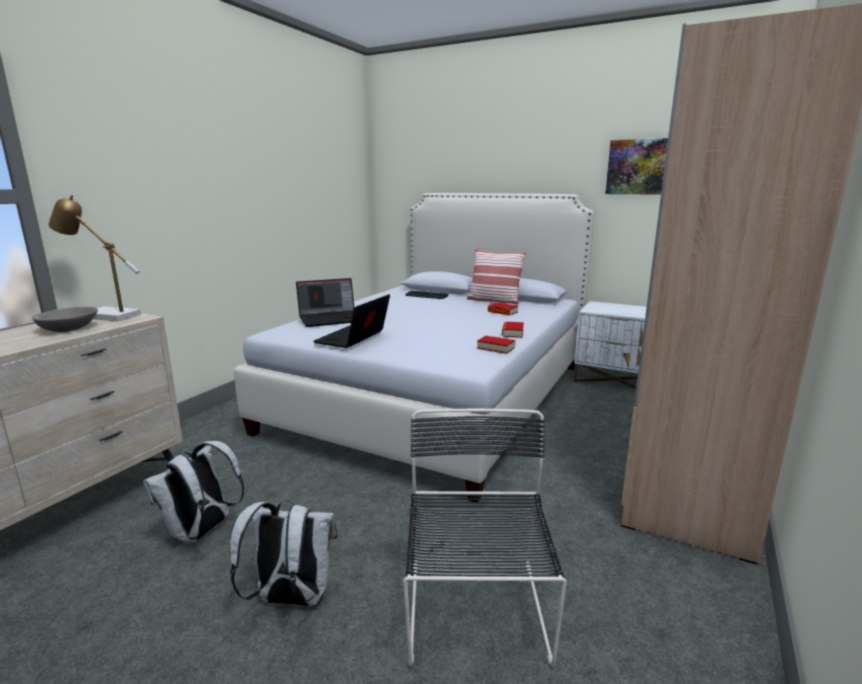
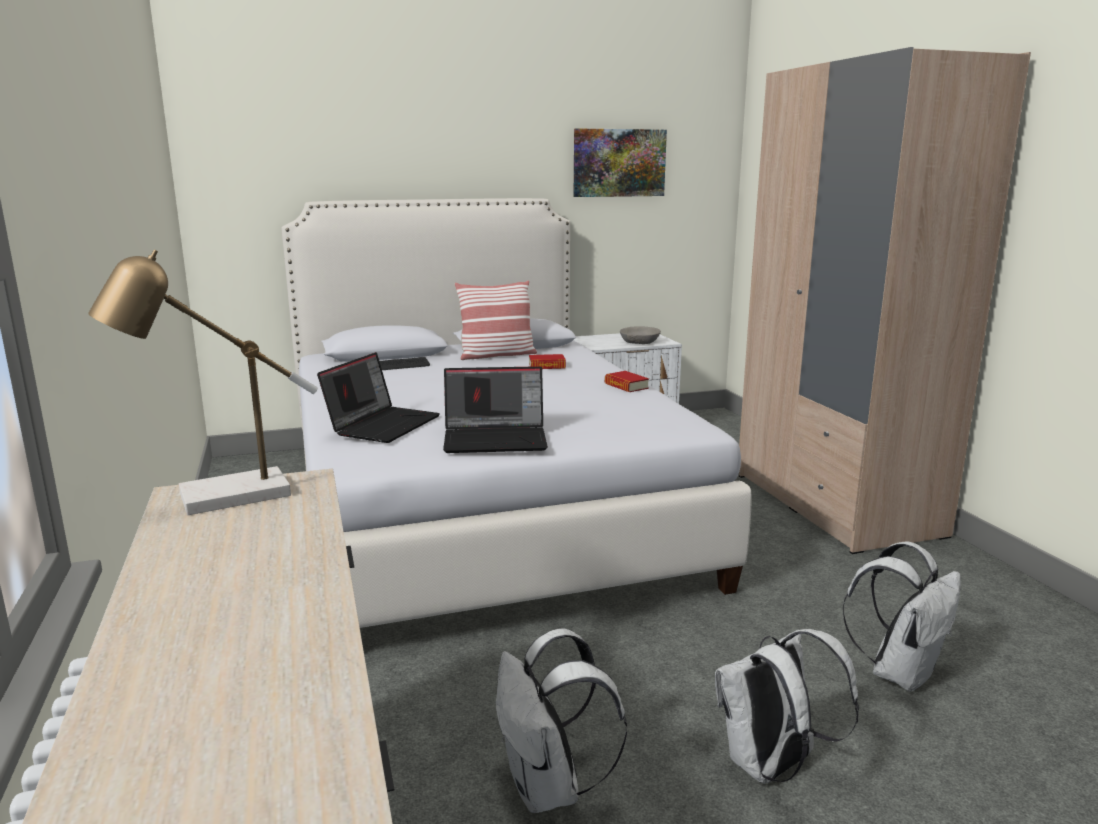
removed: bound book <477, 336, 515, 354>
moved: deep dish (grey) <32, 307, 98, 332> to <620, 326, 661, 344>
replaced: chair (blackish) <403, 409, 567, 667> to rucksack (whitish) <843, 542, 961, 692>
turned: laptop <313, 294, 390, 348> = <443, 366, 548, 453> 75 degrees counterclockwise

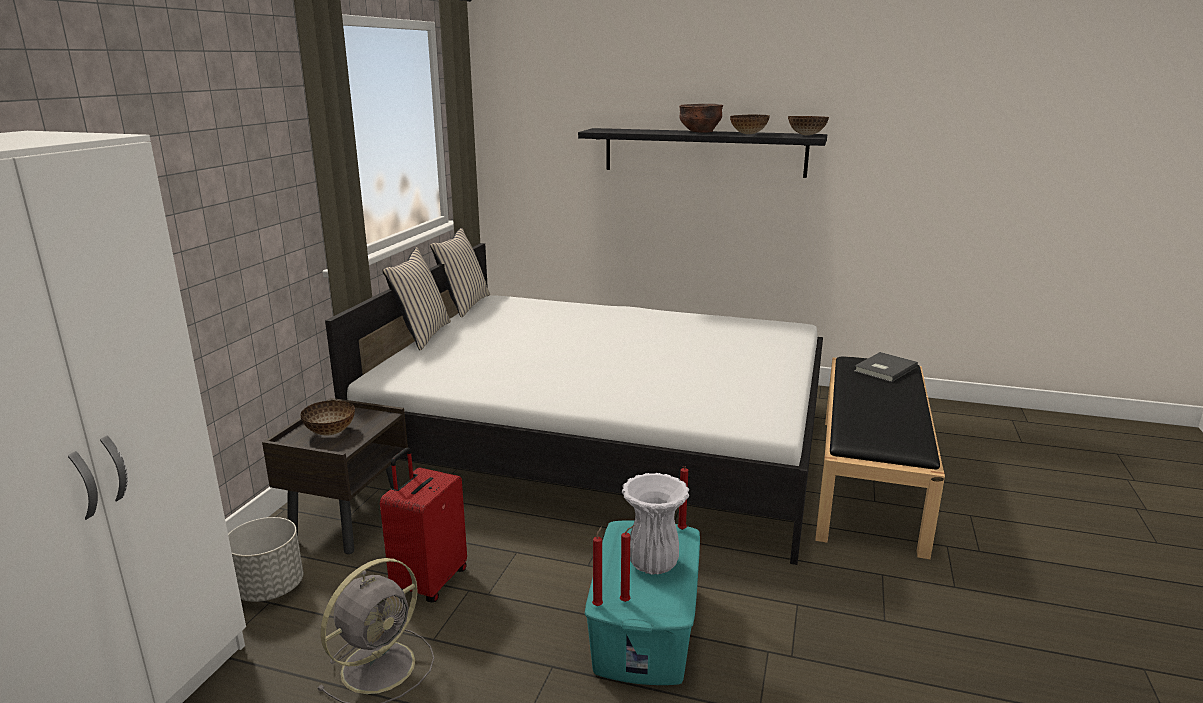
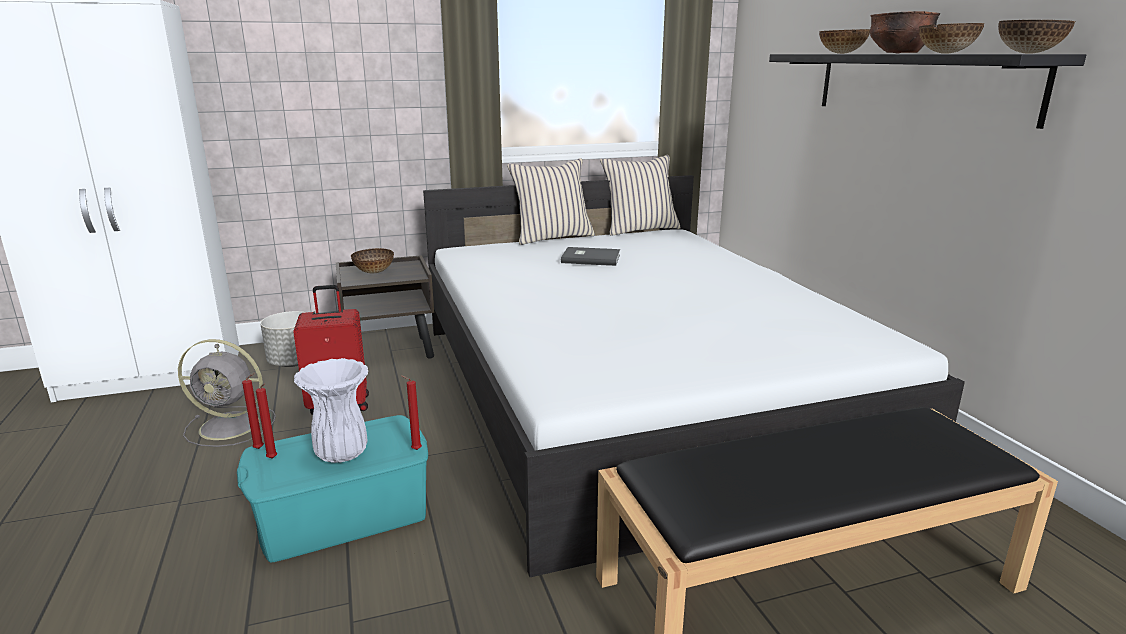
added: deep dish <819, 29, 870, 54>
moved: bound book (grey) <854, 352, 918, 382> to <561, 247, 620, 266>

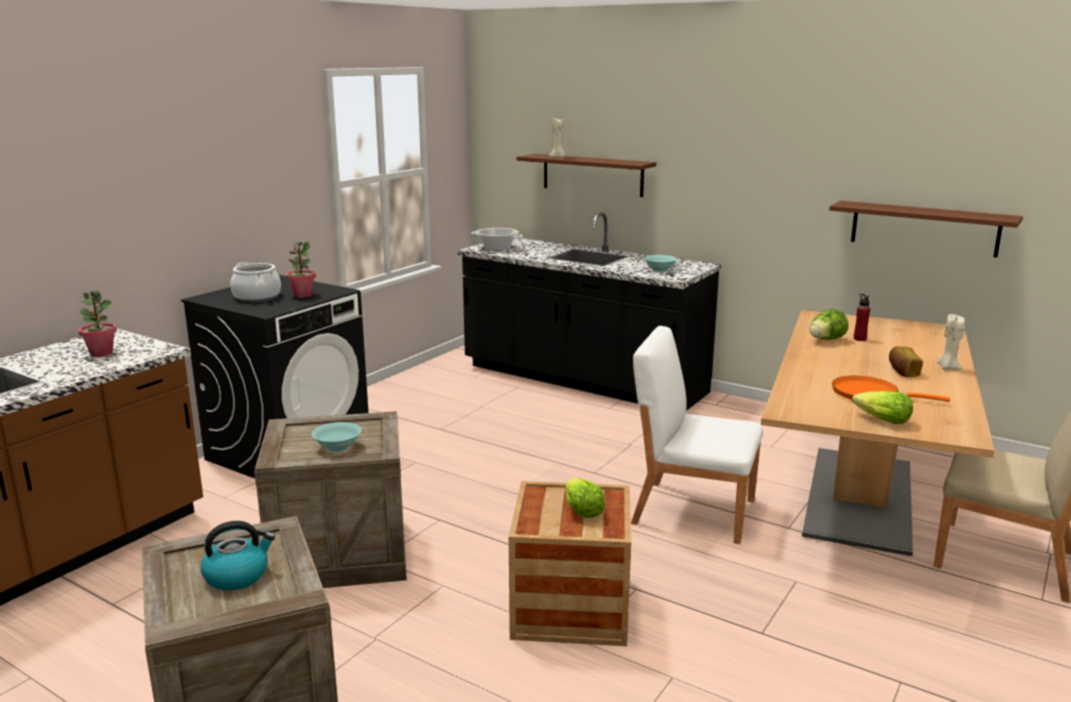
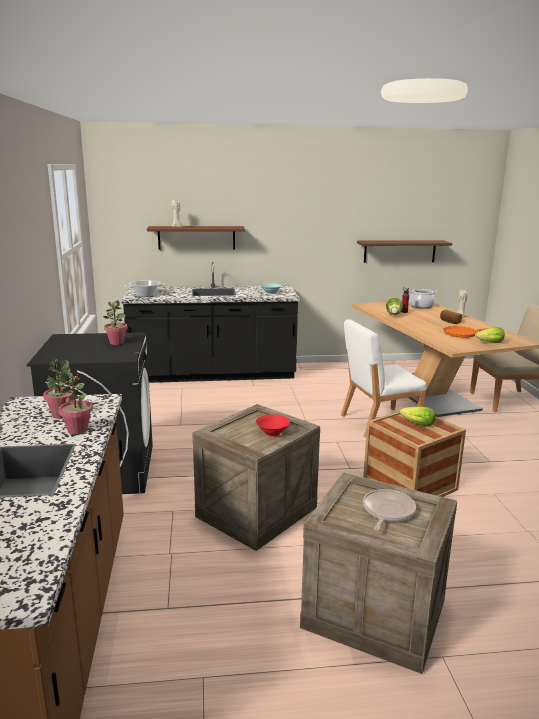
added: houseplant <58, 373, 93, 434>
moved: saucepot <230, 262, 281, 302> to <409, 289, 437, 309>
replaced: kettle <201, 521, 275, 590> to skillet <363, 489, 416, 531>
recoloured: deep dish (blue-green) <312, 422, 361, 453> to deep dish (reddish) <256, 414, 290, 436>

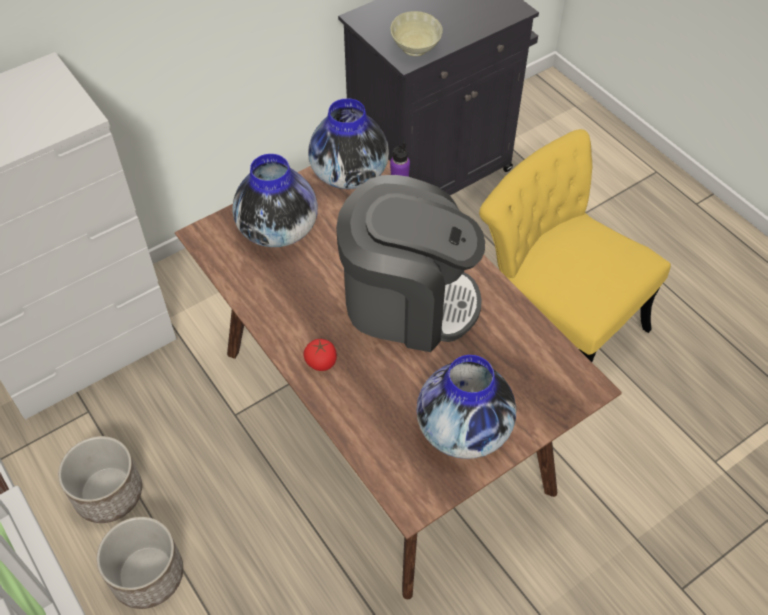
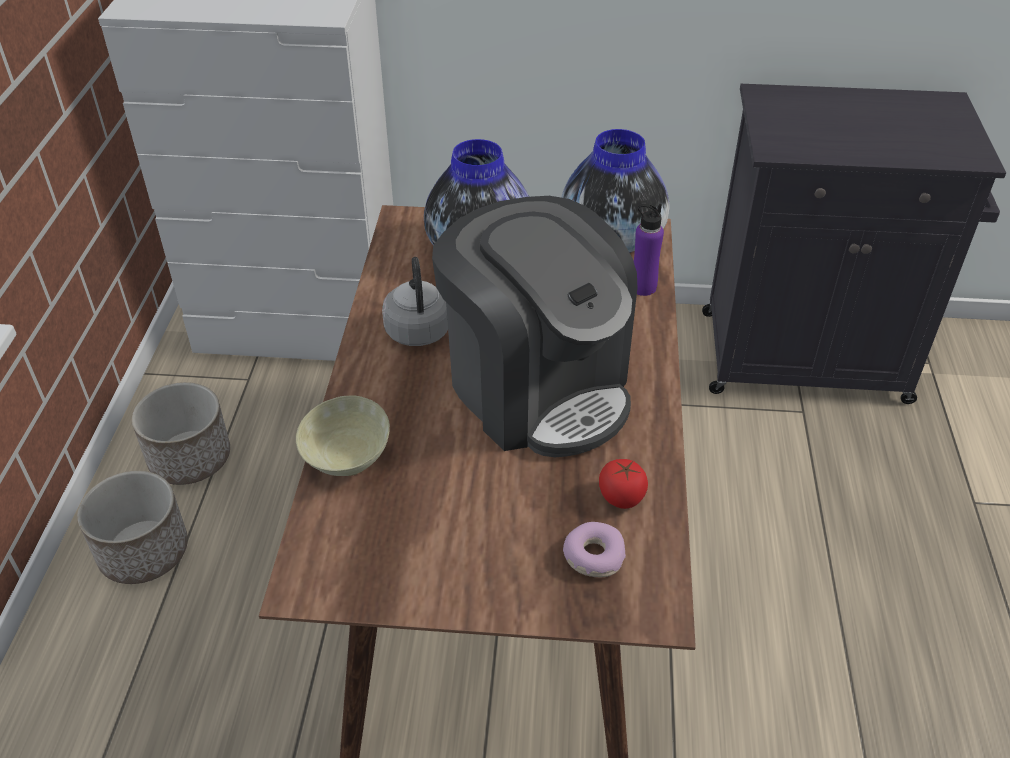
removed: decorative vase <416, 355, 516, 459>; chair (yellow-coloured) <479, 129, 671, 362>
added: kettle (grey) <382, 257, 448, 346>; ring doughnut <563, 522, 626, 577>
moved: fresh tomato <304, 339, 337, 371> to <599, 459, 648, 509>; deep dish (sand-coloured) <390, 11, 443, 56> to <296, 395, 390, 476>

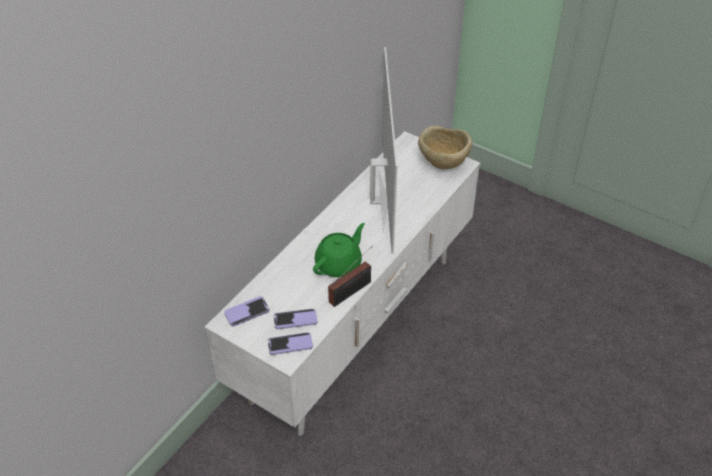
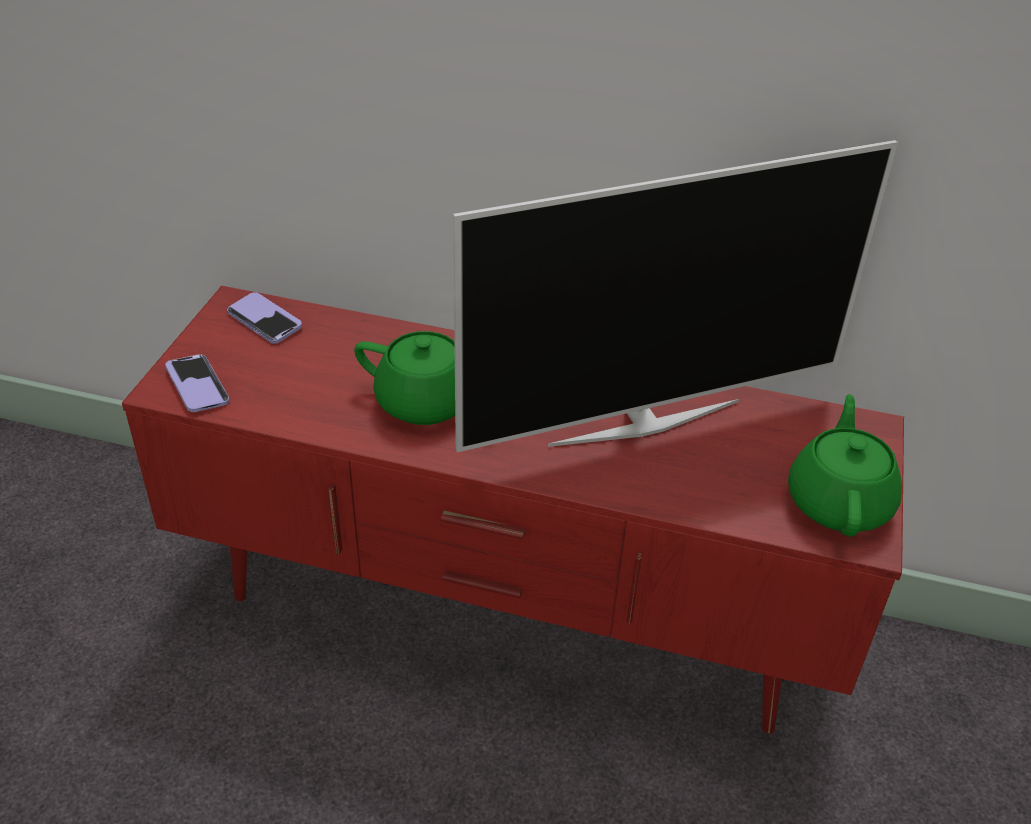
removed: handset <273, 309, 317, 329>; radio <328, 246, 372, 307>
replaced: deep dish (sand-coloured) <418, 126, 473, 169> to pot for tea (green) <788, 394, 902, 536>
recoloured: tv stand (whitish) <204, 131, 480, 436> to tv stand (reddish) <122, 286, 904, 734>

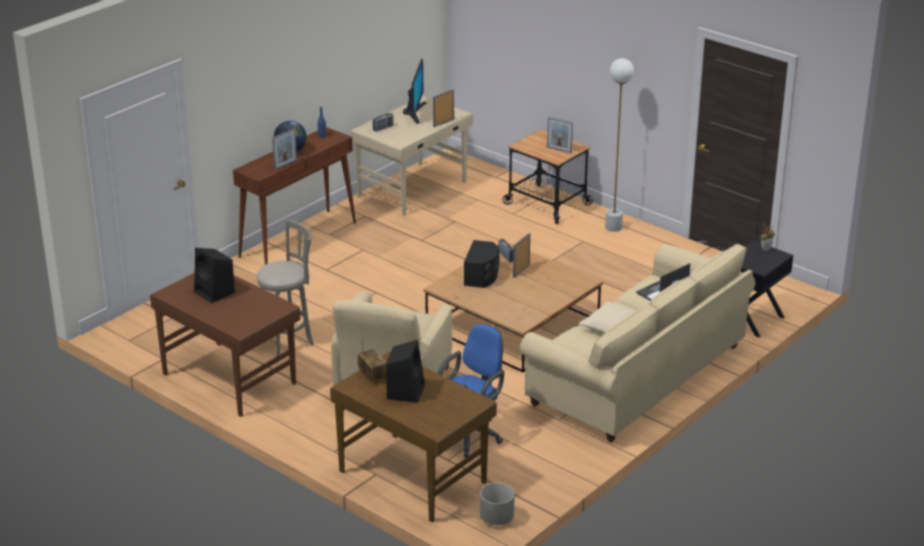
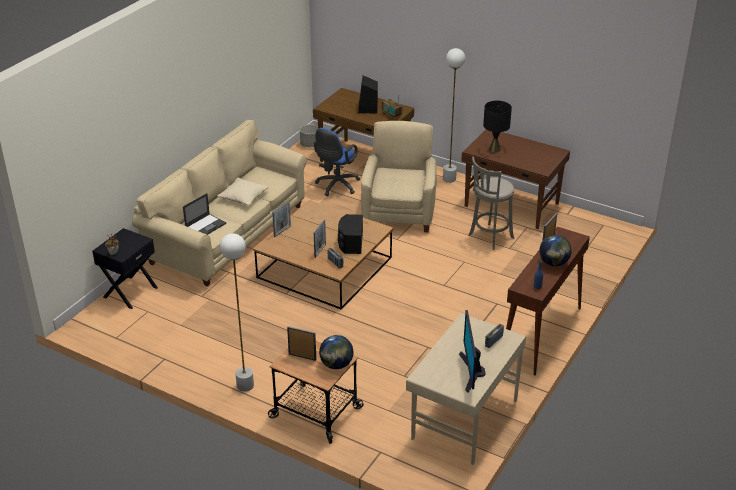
removed: audio speaker (blackish) <194, 248, 235, 303>
added: globe <319, 335, 353, 369>; standing lamp (whitish) <443, 48, 465, 183>; tabletop lamp (blackish) <483, 101, 512, 153>
moved: standing frame <433, 89, 454, 127> to <272, 201, 291, 237>

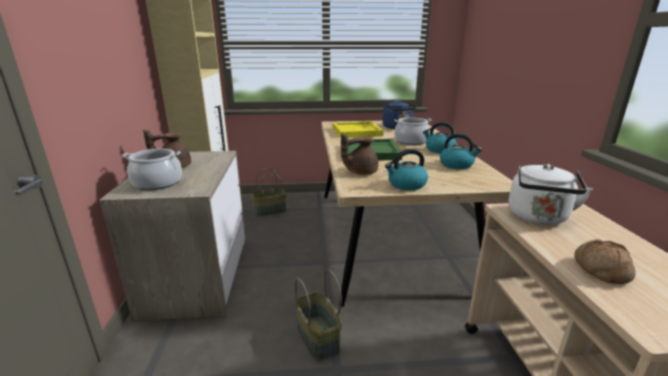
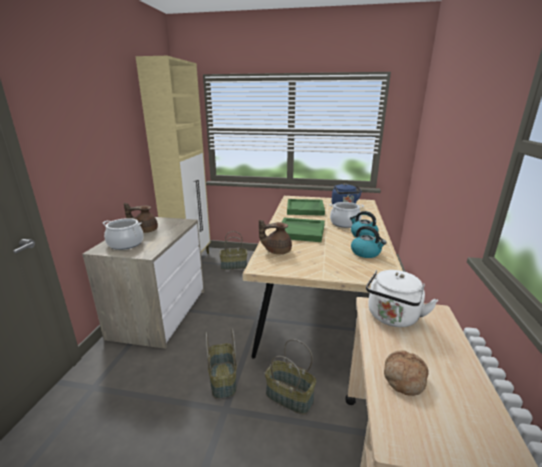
removed: kettle <385, 149, 428, 190>
added: household basket <265, 339, 316, 414>
recoloured: serving tray (yellow-coloured) <333, 121, 384, 138> to serving tray (green) <287, 199, 325, 216>

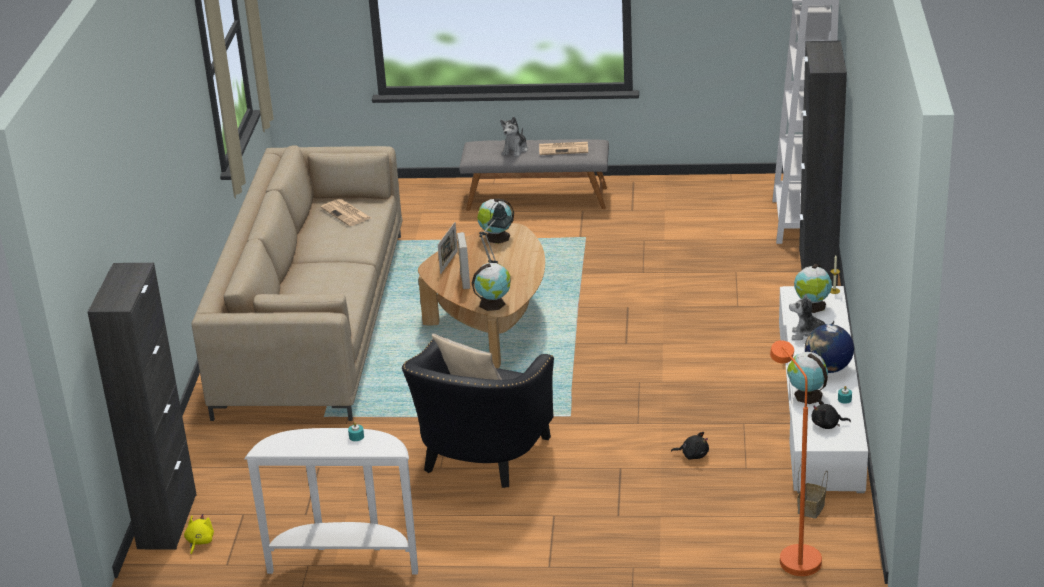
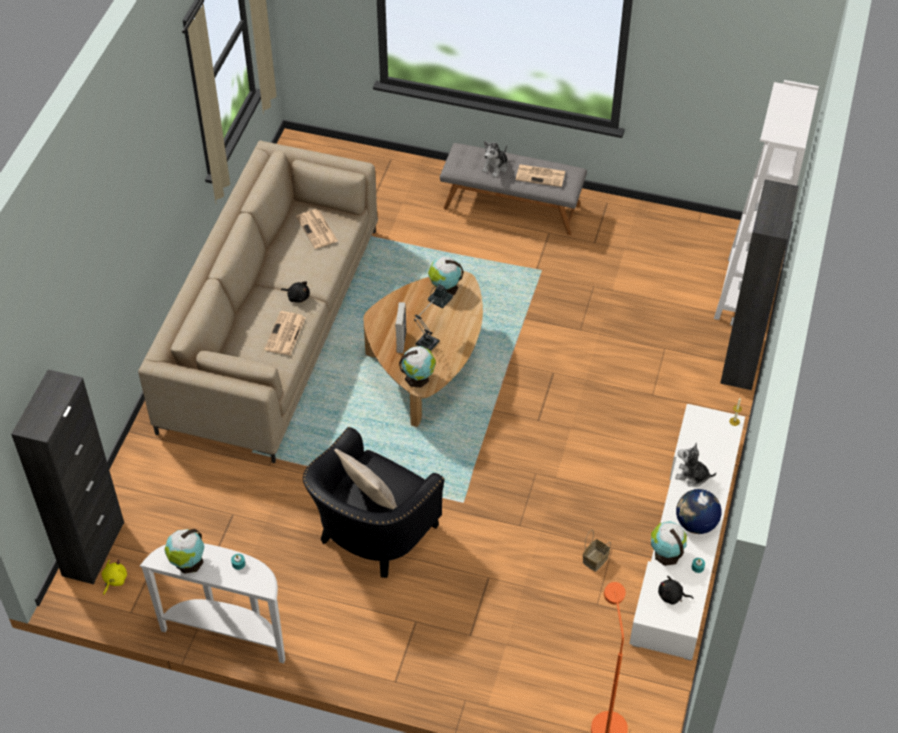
removed: standing frame <438, 222, 458, 274>
added: printed paper <265, 311, 305, 355>
moved: soft toy (blackish) <671, 432, 709, 460> to <281, 281, 310, 303>; globe <794, 264, 832, 313> to <164, 529, 204, 574>; household basket <797, 465, 828, 519> to <583, 530, 611, 572>

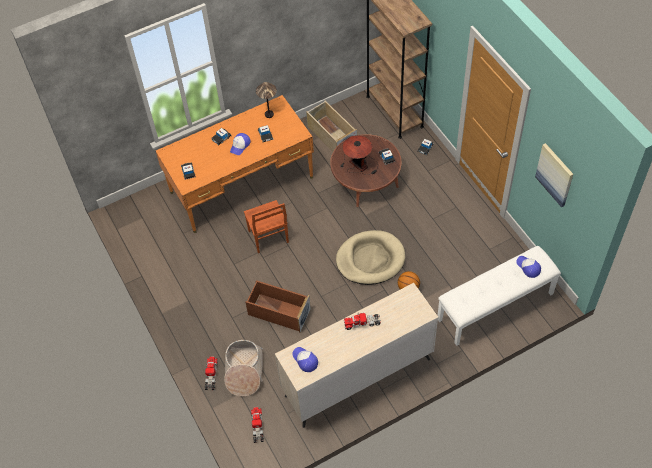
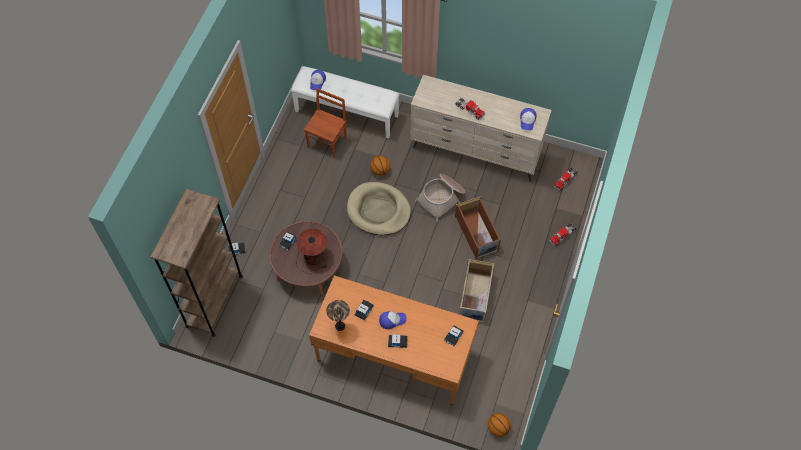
removed: wall art <535, 143, 573, 207>
added: ball for basketball <488, 413, 511, 437>
moved: household basket <224, 340, 263, 397> to <415, 174, 465, 222>; chair (brown-coloured) <244, 200, 289, 253> to <304, 88, 347, 158>; storage container (sand-coloured) <306, 101, 357, 152> to <459, 259, 495, 323>

